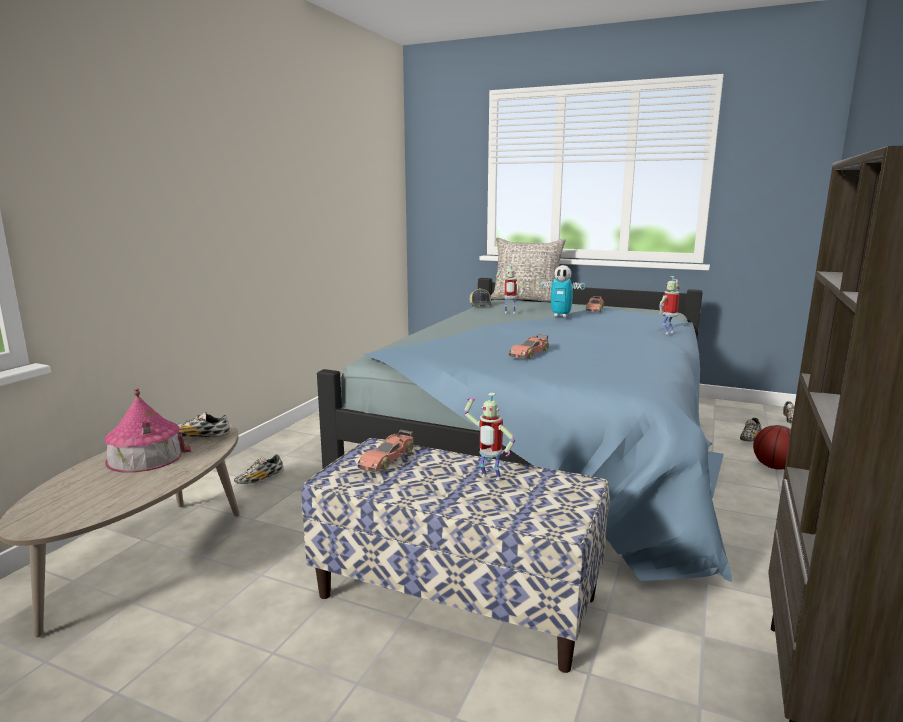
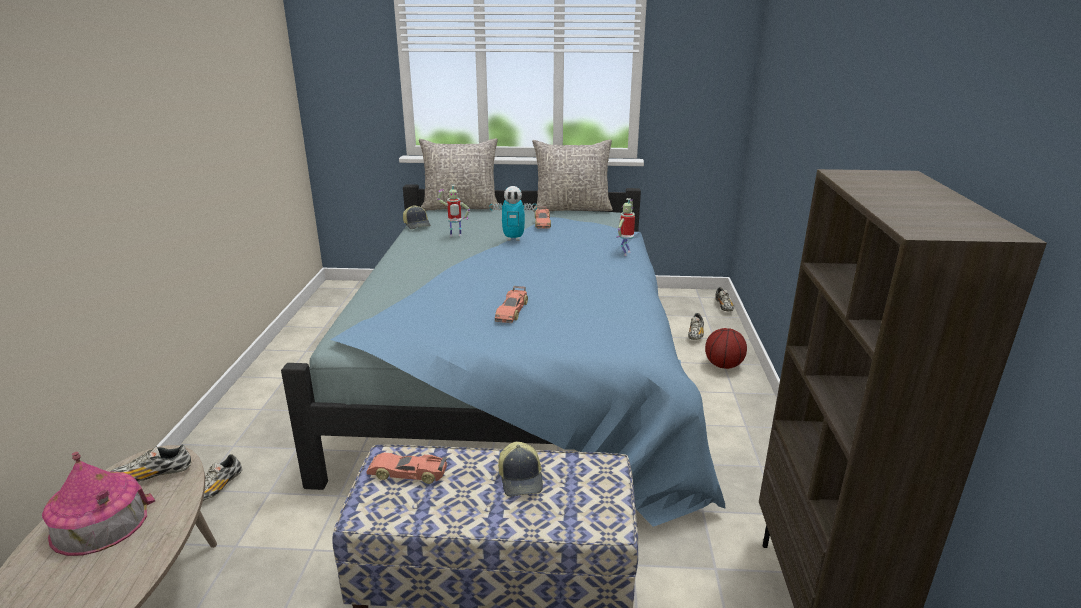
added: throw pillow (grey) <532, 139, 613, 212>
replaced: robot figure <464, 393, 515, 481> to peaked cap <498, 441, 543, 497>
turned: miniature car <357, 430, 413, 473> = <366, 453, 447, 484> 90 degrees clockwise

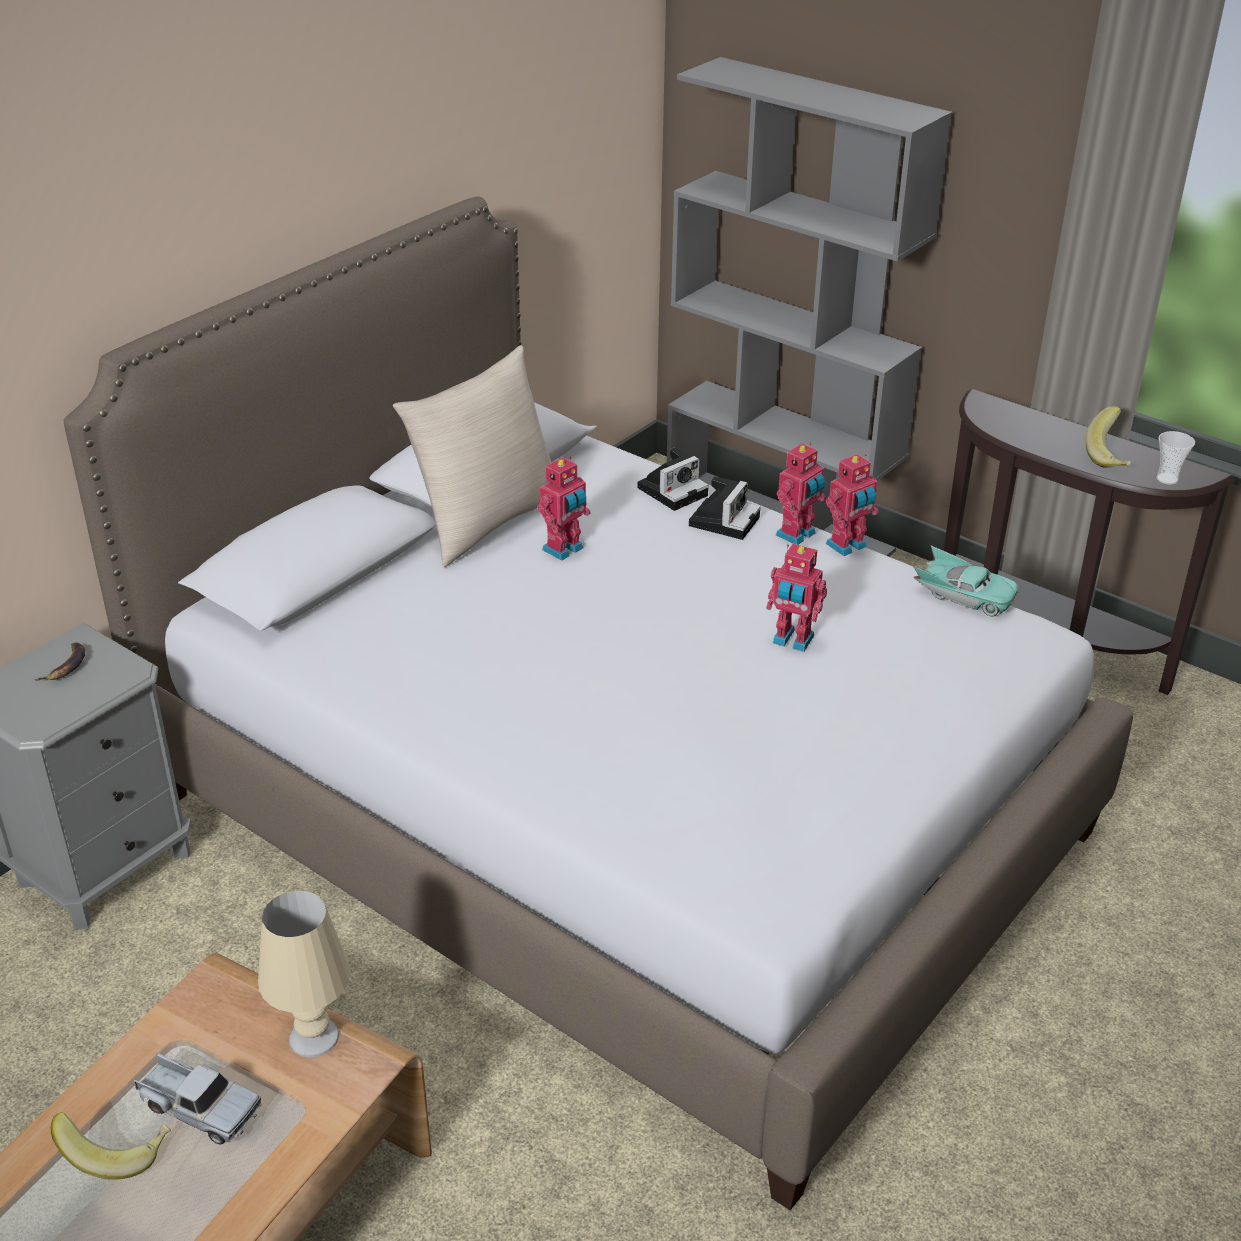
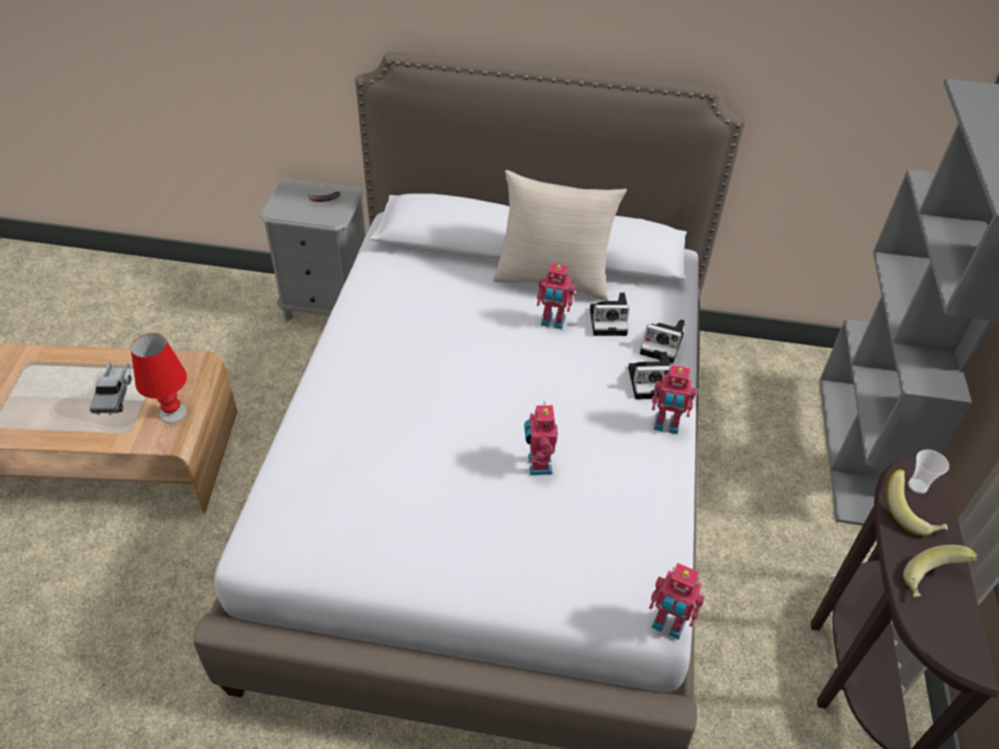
removed: miniature car (blue-green) <913, 546, 1018, 617>
added: photo camera <590, 292, 629, 336>
moved: banana fruit <51, 1112, 171, 1180> to <886, 469, 948, 536>; robot figure <826, 454, 878, 556> to <649, 563, 705, 640>; small cup <1156, 431, 1195, 485> to <908, 449, 949, 494>
recoloured: tabletop lamp (sand-coloured) <258, 891, 351, 1057> to tabletop lamp (reddish) <131, 333, 187, 423>

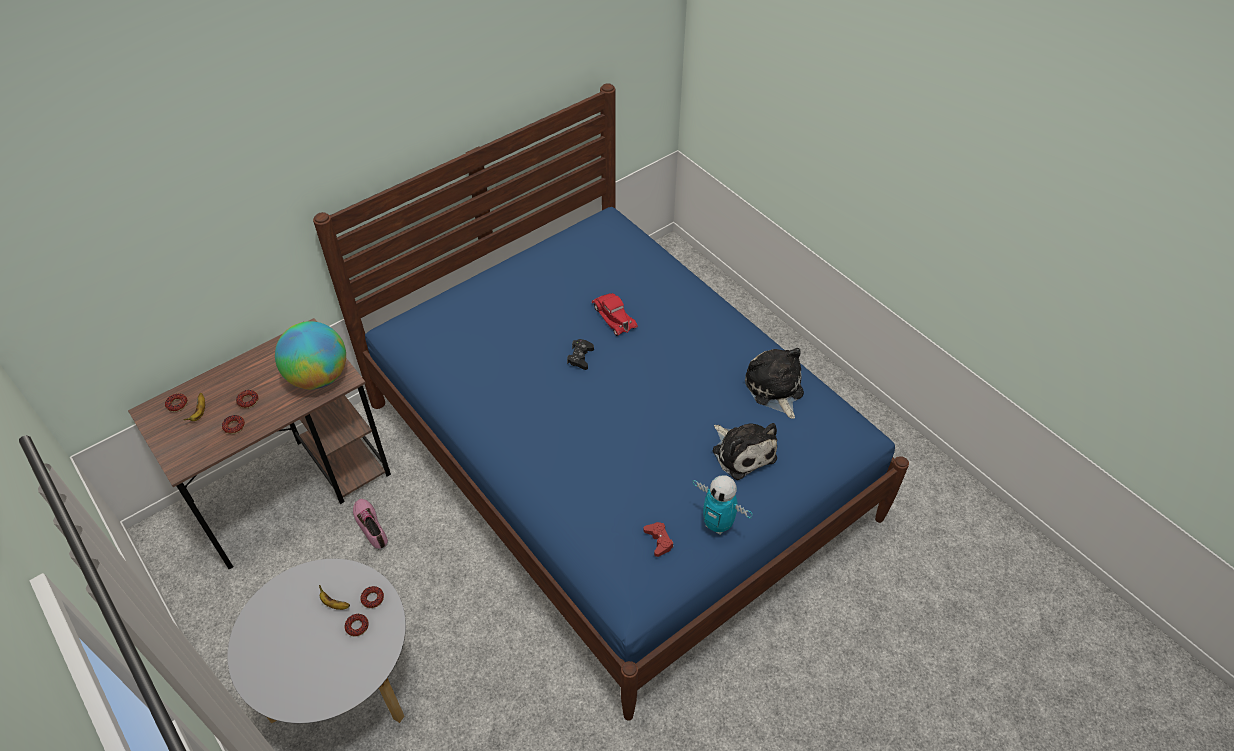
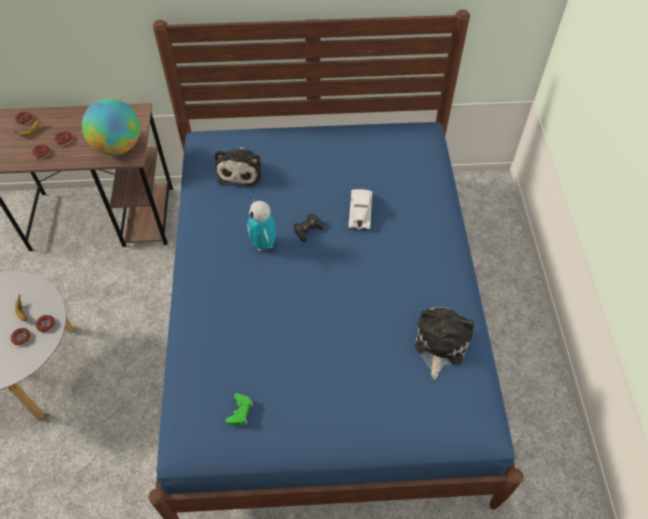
removed: low shoe <353, 499, 388, 550>
moved: robot figure <693, 475, 752, 535> to <247, 199, 276, 251>; soft toy <713, 423, 777, 480> to <214, 147, 262, 187>
recoloured: miniature car (reddish) <592, 293, 638, 336> to miniature car (whitish) <349, 189, 372, 230>; joypad (reddish) <643, 522, 674, 557> to joypad (green) <226, 393, 253, 426>

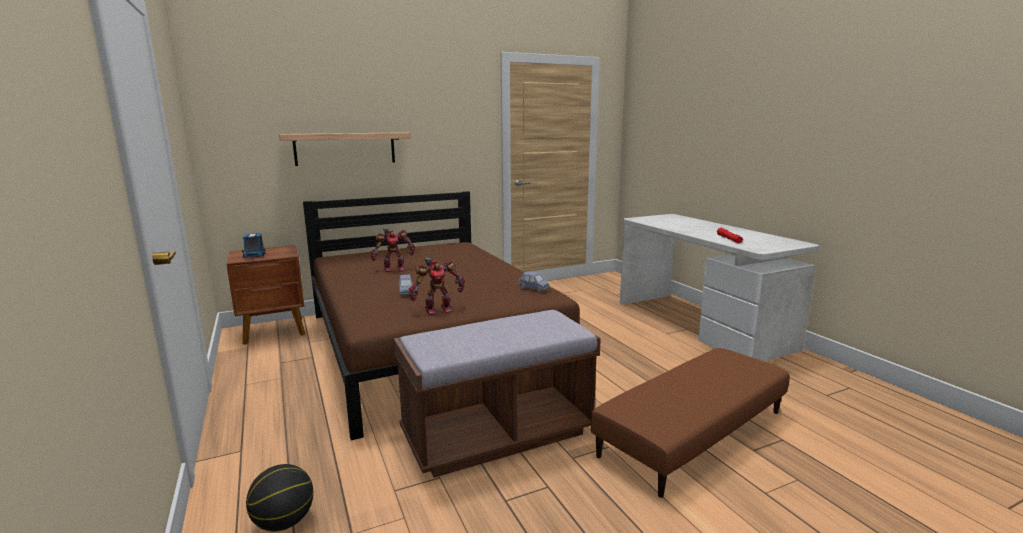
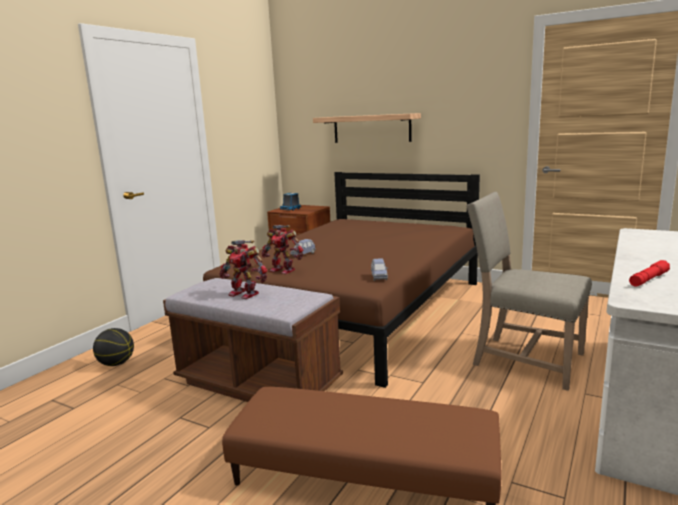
added: chair (sand-coloured) <466, 192, 592, 391>
moved: robot figure <371, 228, 415, 272> to <219, 240, 268, 299>

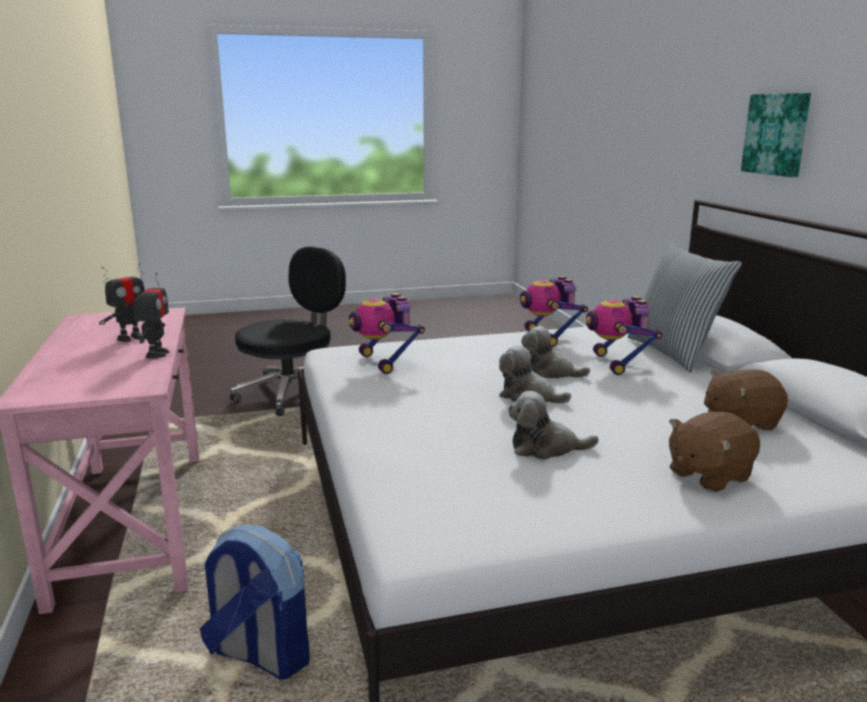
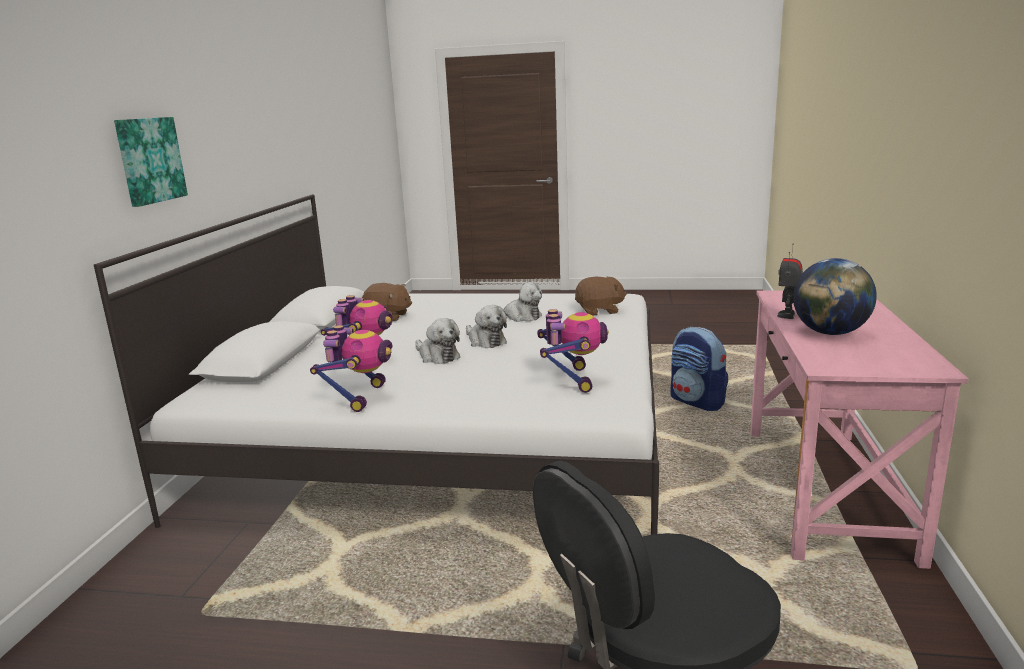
removed: throw pillow <628, 242, 742, 373>
moved: soft toy (brown-coloured) <669, 412, 761, 492> to <575, 277, 627, 316>
replaced: robot figure <99, 263, 145, 342> to globe <793, 258, 877, 335>

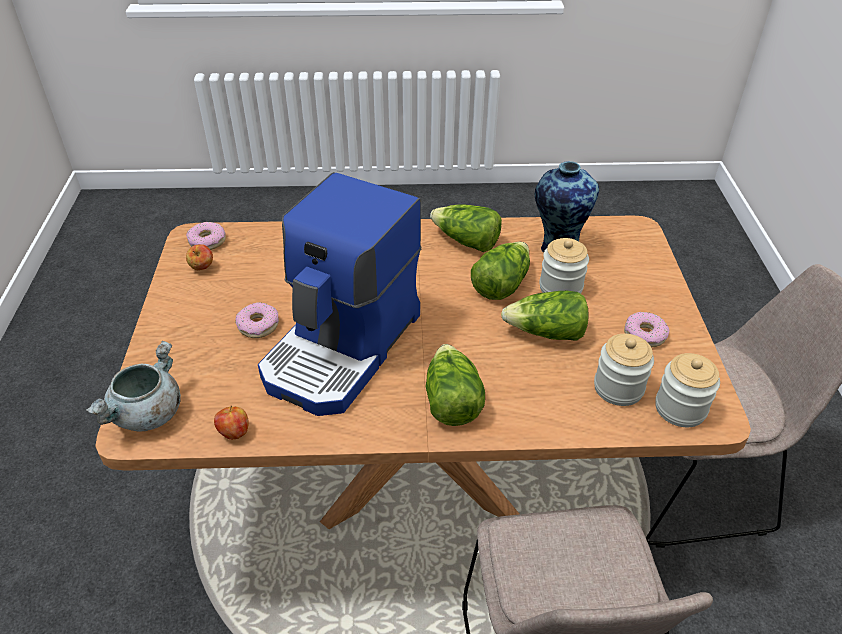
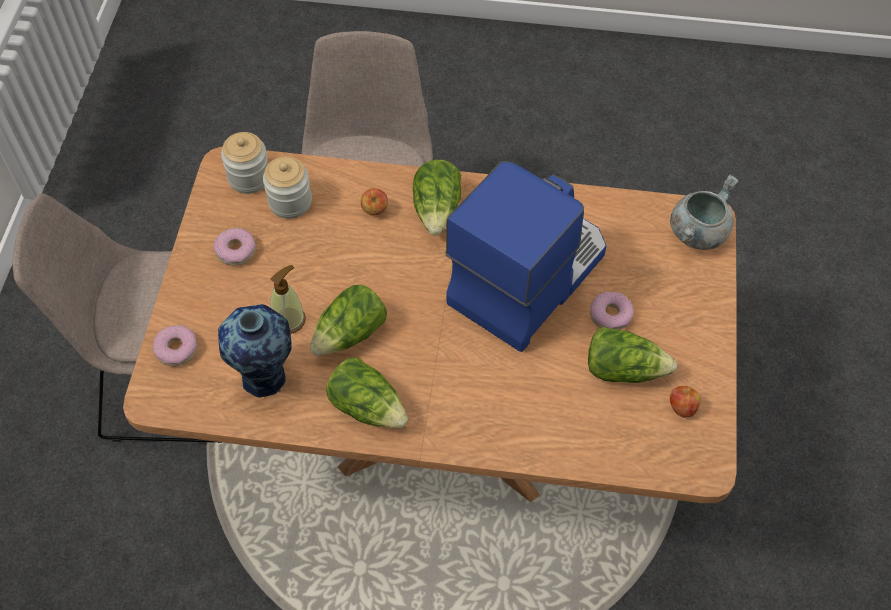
moved: ring doughnut <186, 222, 226, 250> to <153, 325, 197, 367>; apple <214, 405, 249, 440> to <361, 188, 388, 216>; lettuce head <501, 291, 589, 341> to <588, 327, 677, 383>
replaced: jar <539, 238, 589, 294> to soap dispenser <270, 265, 306, 334>

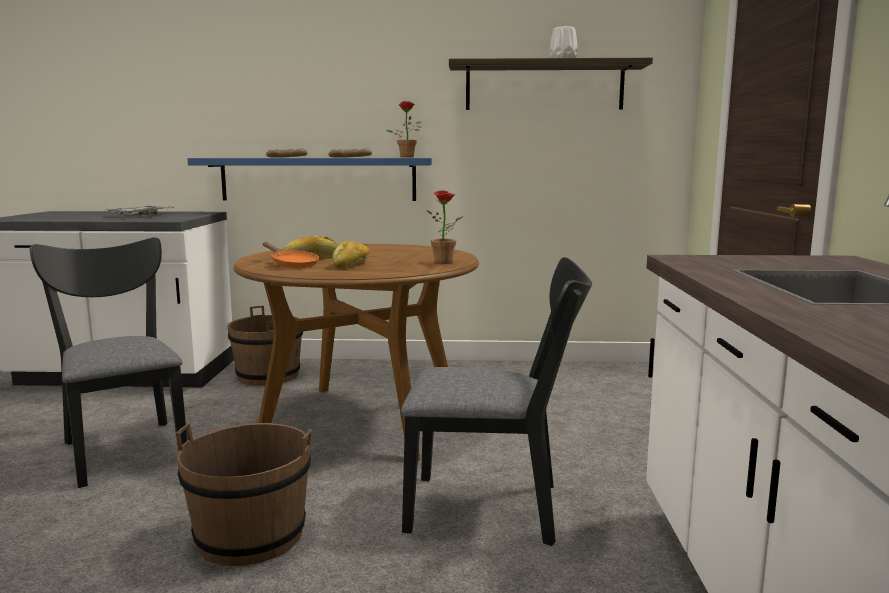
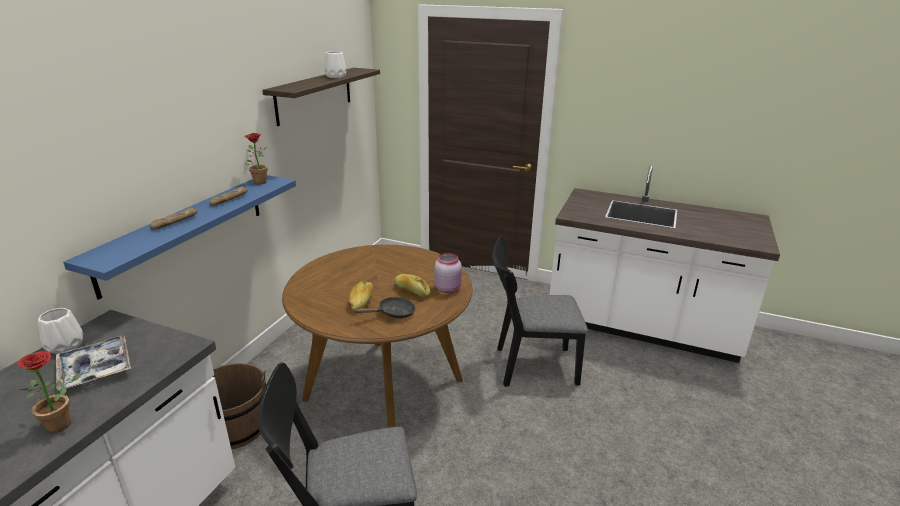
removed: water bucket (brown-coloured) <175, 423, 312, 566>
added: decorative vase (whitish) <38, 308, 83, 354>; jar (pinkish) <435, 253, 462, 293>
moved: houseplant <427, 190, 462, 264> to <17, 351, 83, 433>
recoloured: skillet (orange) <263, 242, 319, 268> to skillet (blackish) <354, 297, 416, 318>
turned: chair (blackish) <401, 257, 592, 546> = <492, 236, 588, 387> 120 degrees counterclockwise

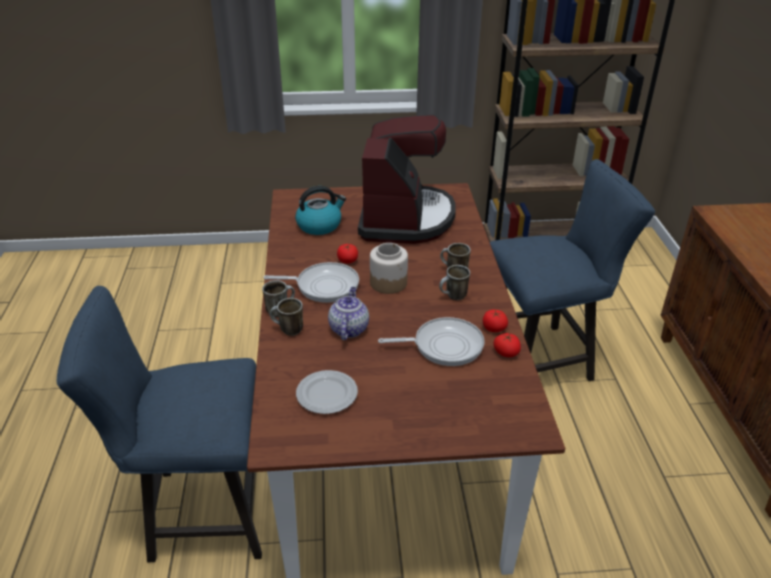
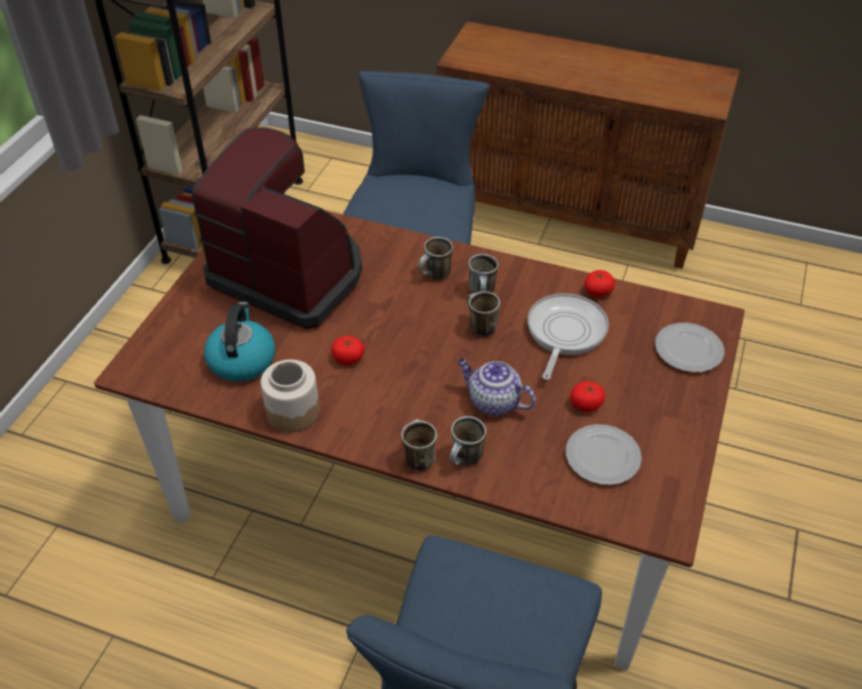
removed: skillet <263, 262, 359, 303>
added: tea mug <467, 291, 500, 337>; plate <655, 323, 724, 372>
moved: jar <370, 243, 408, 294> to <261, 359, 320, 433>; fresh tomato <483, 309, 508, 332> to <570, 381, 605, 412>

